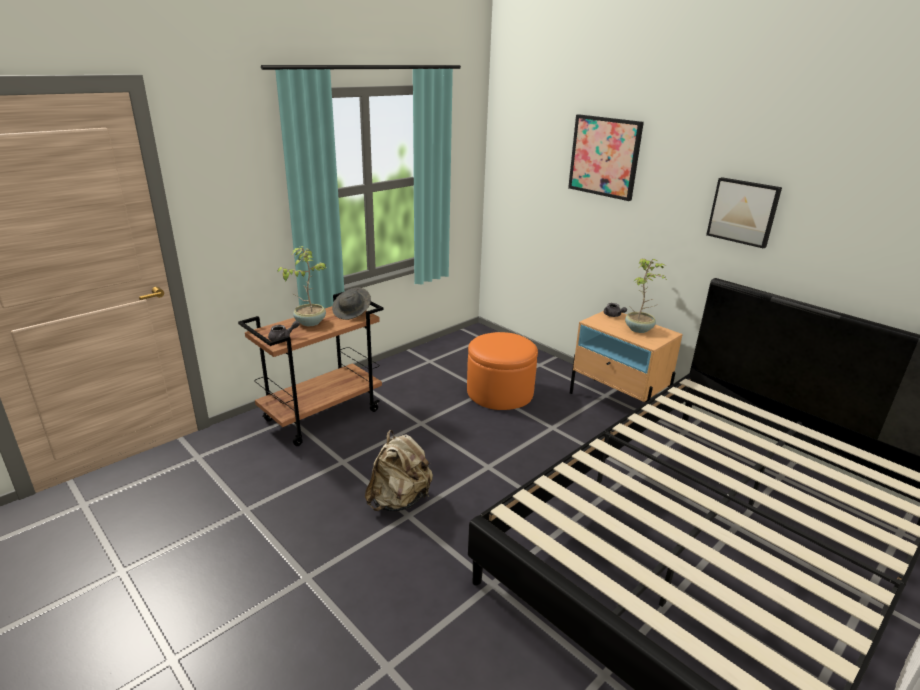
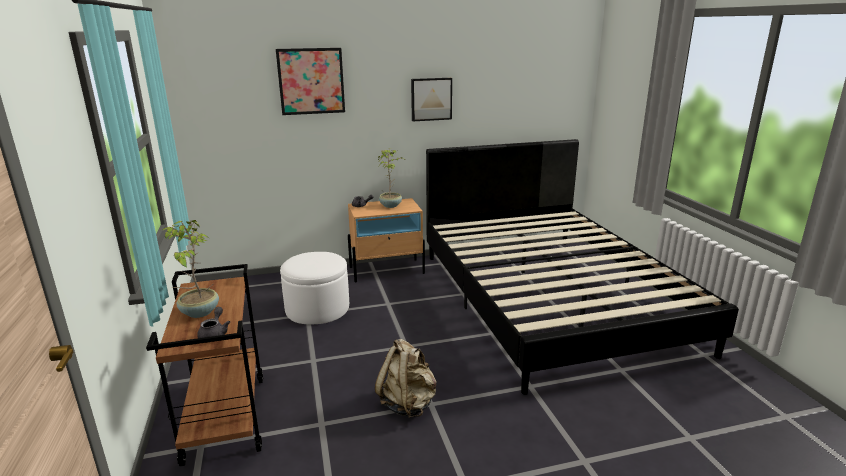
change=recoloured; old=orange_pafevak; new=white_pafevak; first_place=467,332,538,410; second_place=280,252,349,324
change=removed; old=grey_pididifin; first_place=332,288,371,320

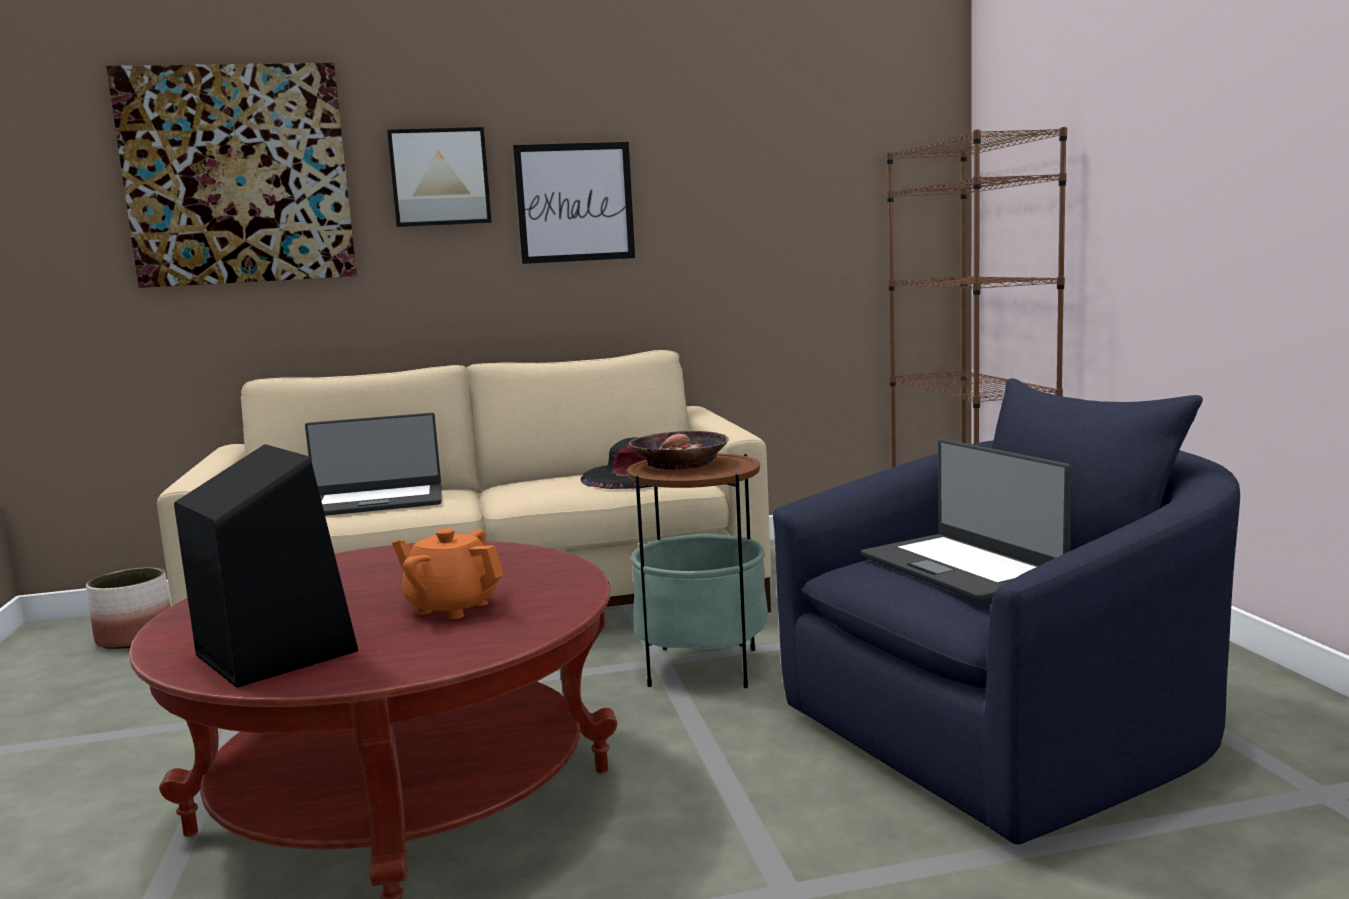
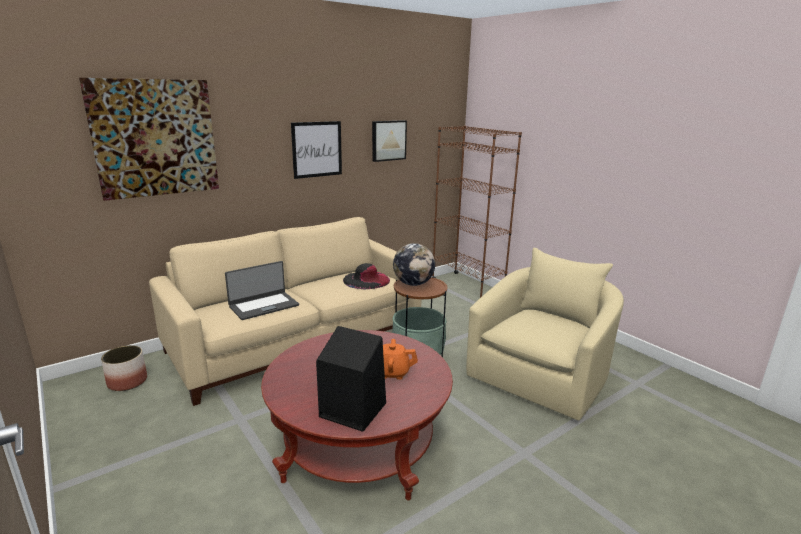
change=moved; old=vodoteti; first_place=387,127,491,227; second_place=372,120,407,162
change=replaced; old=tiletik; new=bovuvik; first_place=628,431,729,470; second_place=393,243,435,286
change=recoloured; old=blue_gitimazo; new=beige_gitimazo; first_place=773,378,1240,844; second_place=466,248,624,421
change=removed; old=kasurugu; first_place=861,439,1072,602

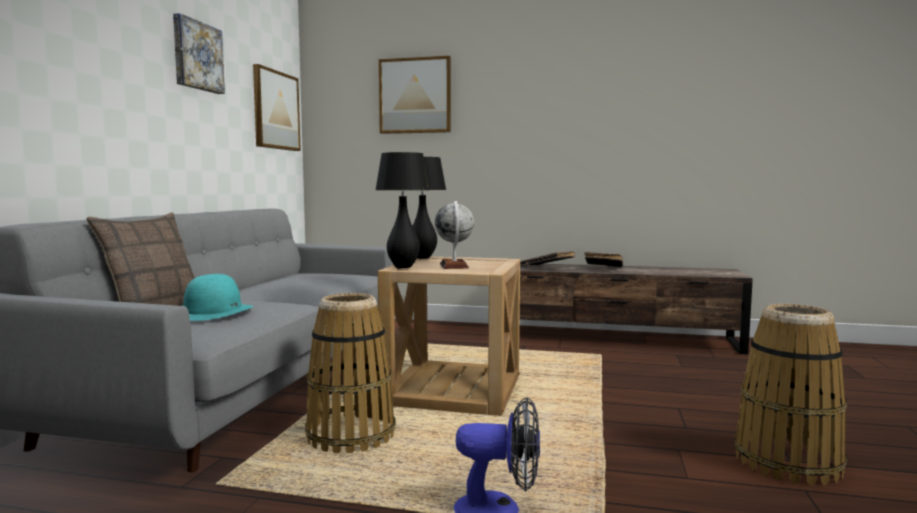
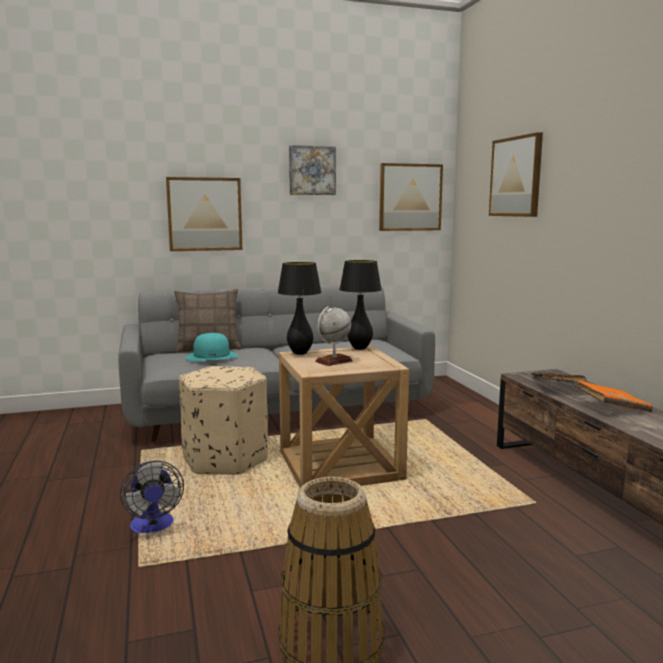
change=added; new=vodoteti; second_place=166,177,242,251
change=replaced; old=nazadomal; new=beige_pafevak; first_place=305,293,396,453; second_place=179,366,268,475
change=recoloured; old=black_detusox; new=orange_detusox; first_place=584,252,623,267; second_place=573,379,653,412

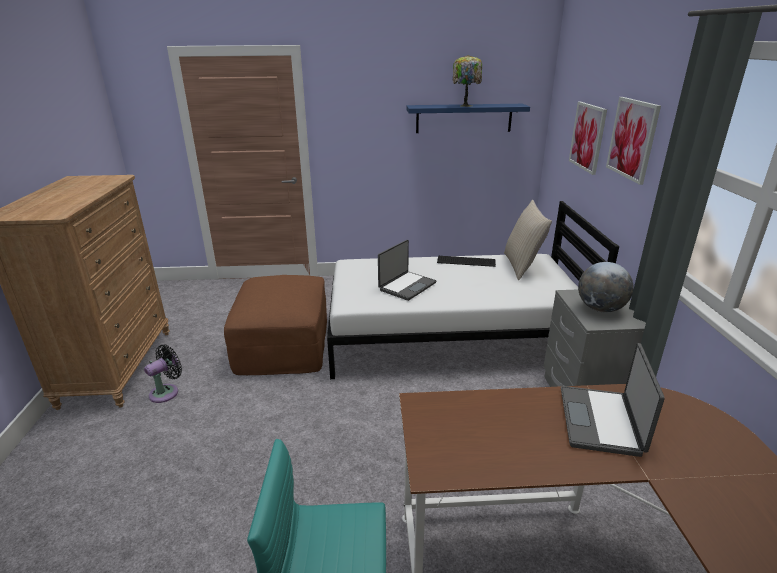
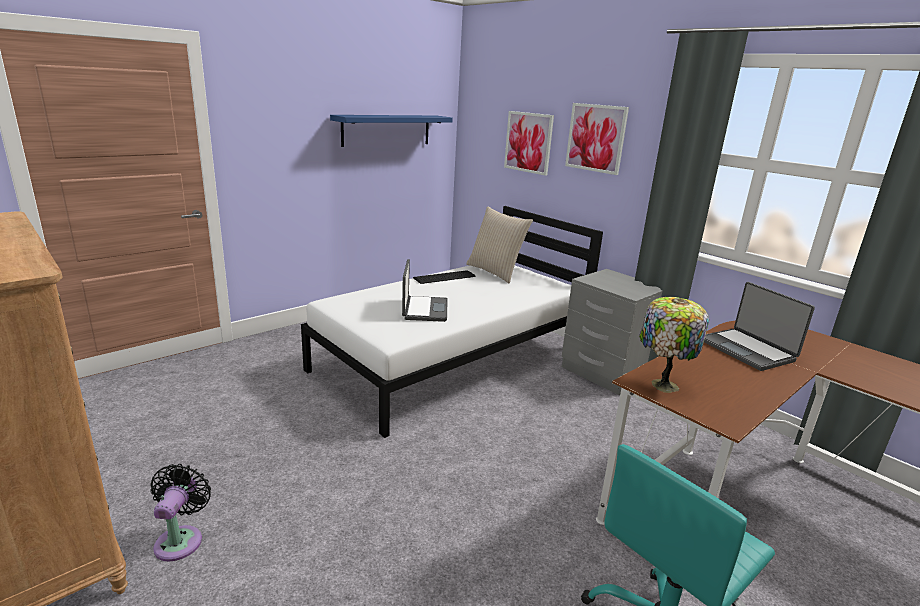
change=moved; old=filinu; first_place=453,55,482,107; second_place=639,297,709,393
change=removed; old=brown_pafevak; first_place=224,275,327,375
change=removed; old=bovuvik; first_place=578,262,634,312

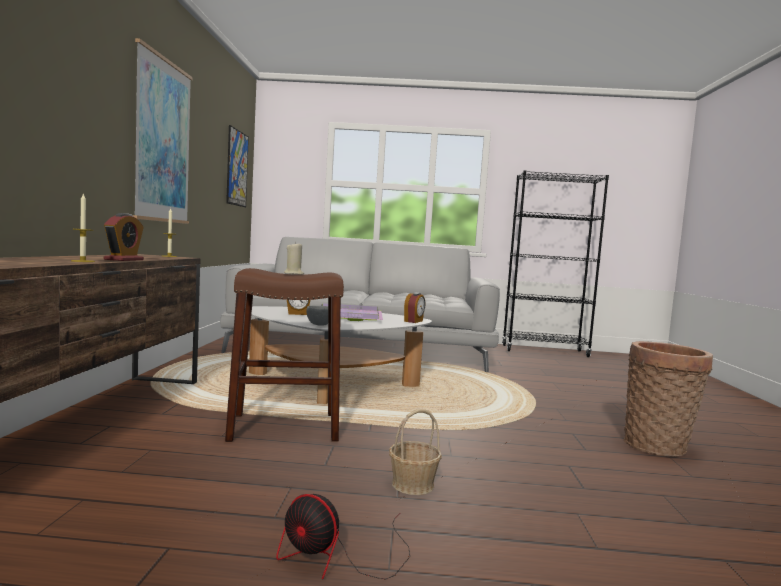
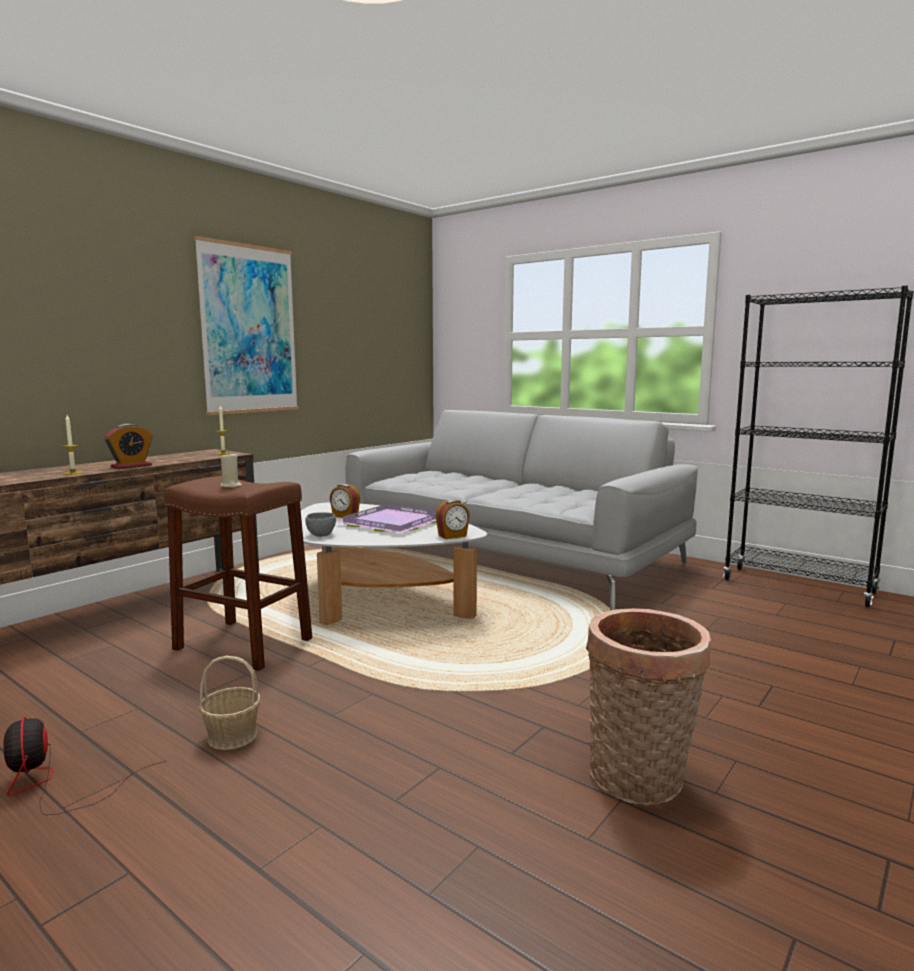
change=removed; old=vodoteti; first_place=226,125,249,207

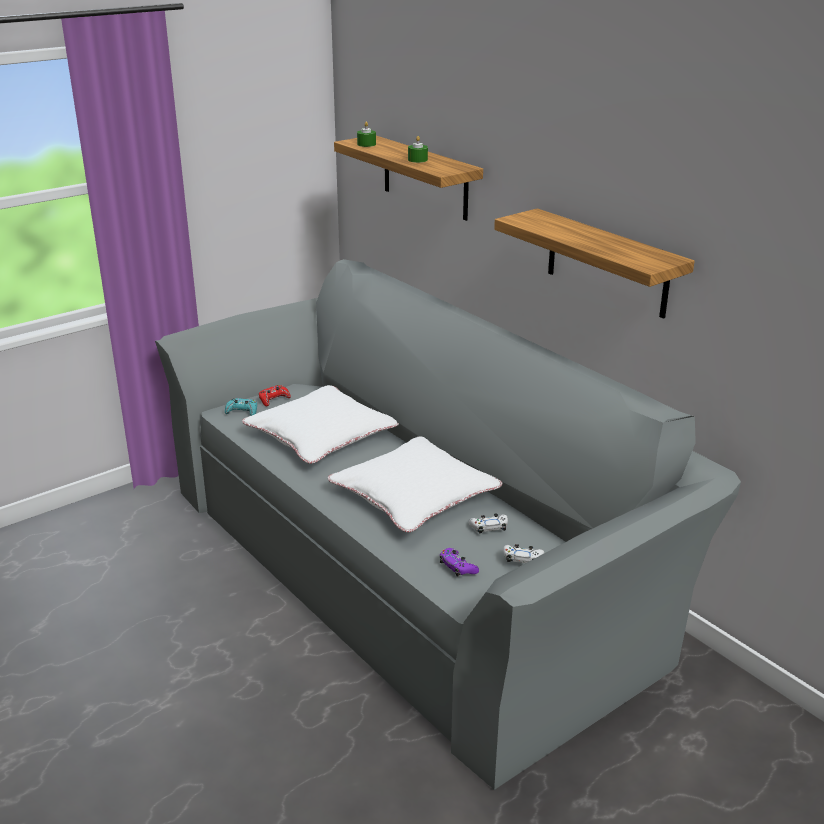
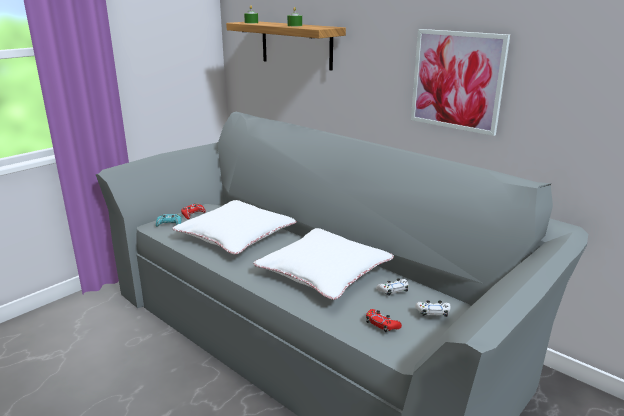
change=recoloured; old=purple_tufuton; new=red_tufuton; first_place=440,548,479,577; second_place=366,309,402,333
change=replaced; old=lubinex; new=vodoteti; first_place=494,208,695,319; second_place=411,29,510,136

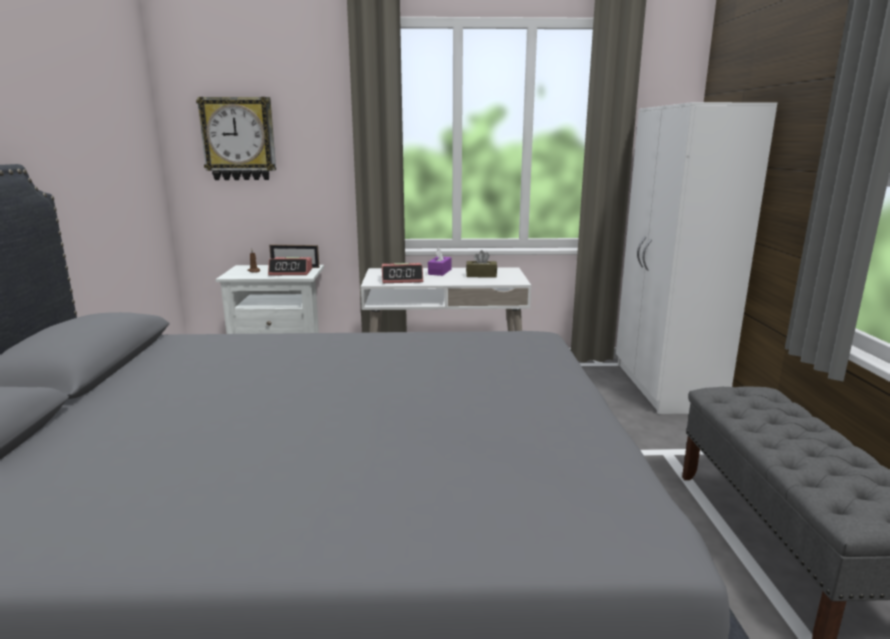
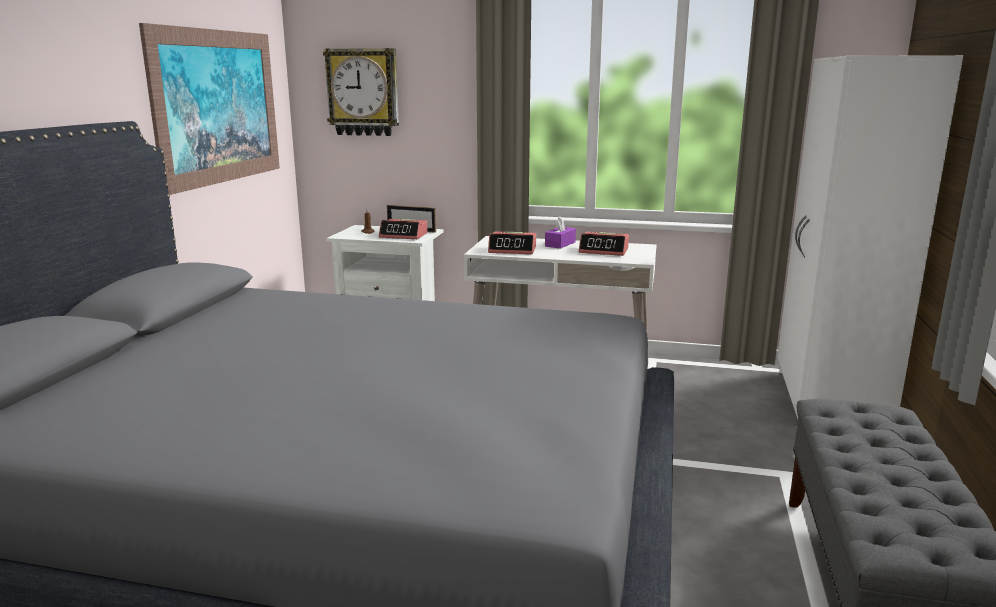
change=added; new=vodoteti; second_place=139,23,280,195
change=replaced; old=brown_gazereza; new=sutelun; first_place=466,250,497,278; second_place=579,232,629,256

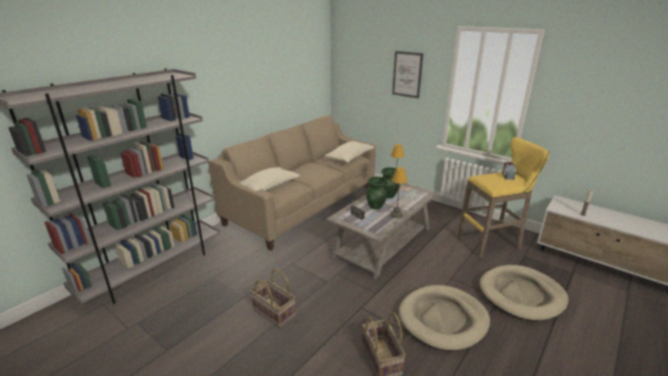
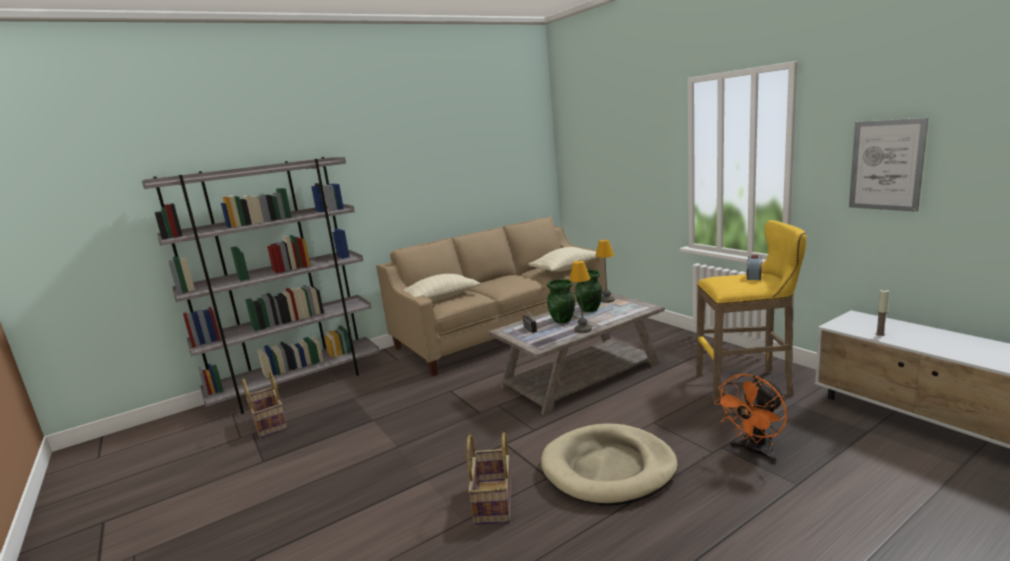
change=moved; old=nazadomal; first_place=250,269,296,328; second_place=242,371,287,438
change=replaced; old=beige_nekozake; new=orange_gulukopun; first_place=479,265,569,321; second_place=714,374,787,463
change=moved; old=vodoteti; first_place=392,51,423,99; second_place=849,118,928,212

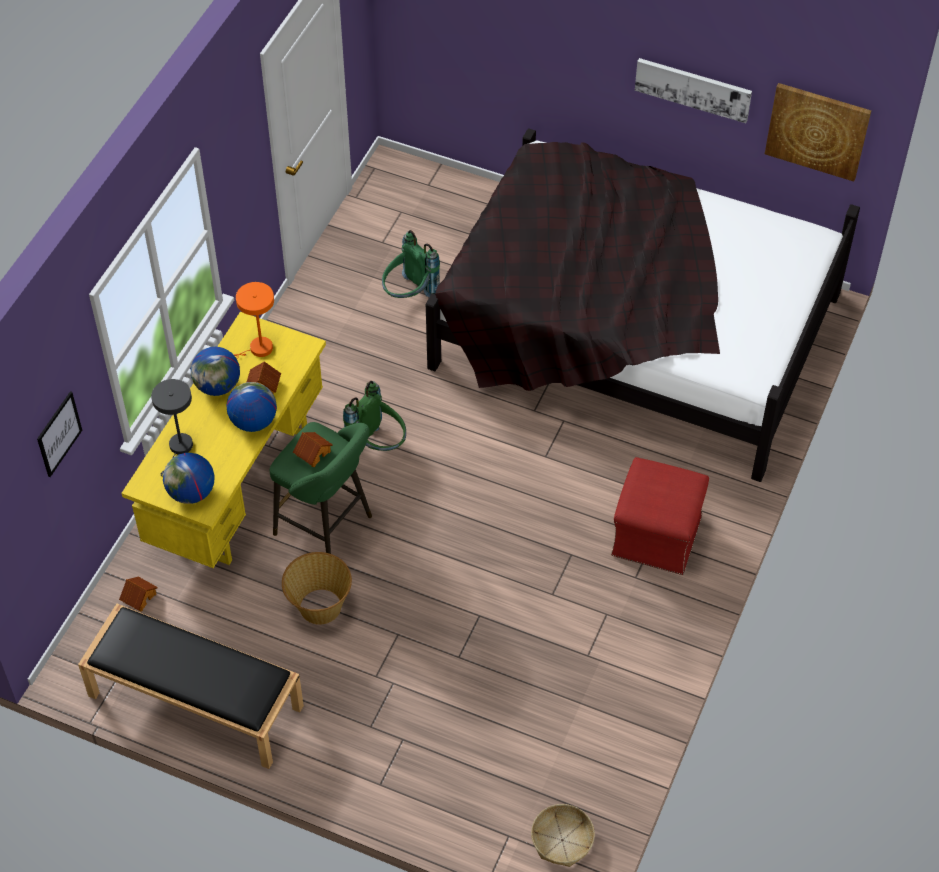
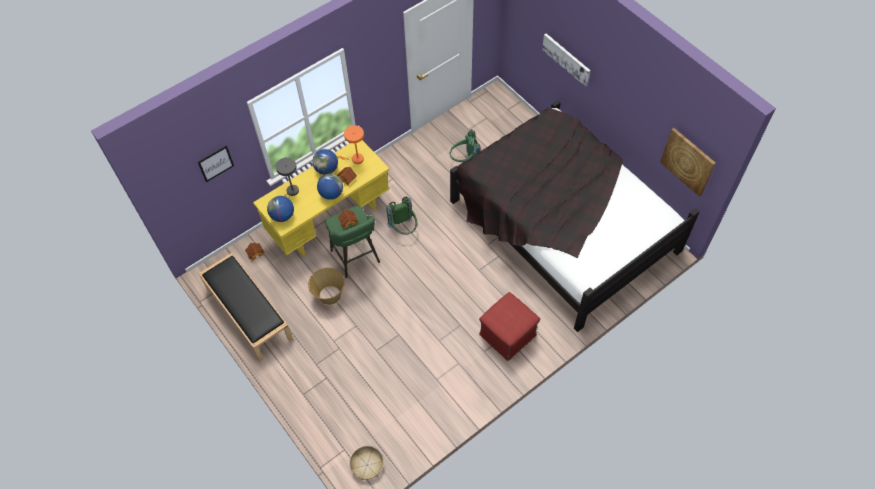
change=moved; old=vodoteti; first_place=635,58,752,123; second_place=542,34,591,87

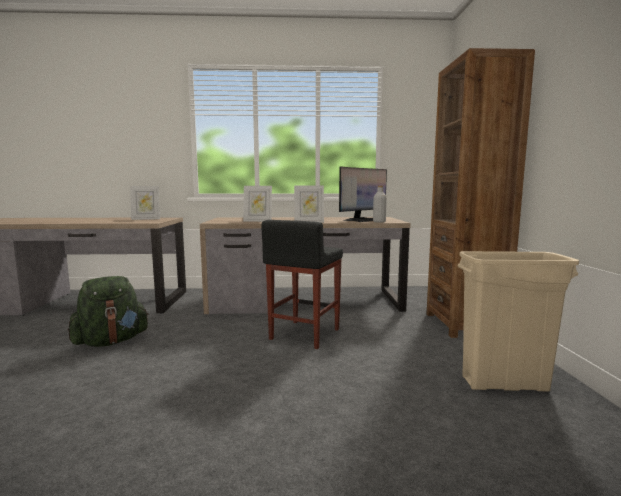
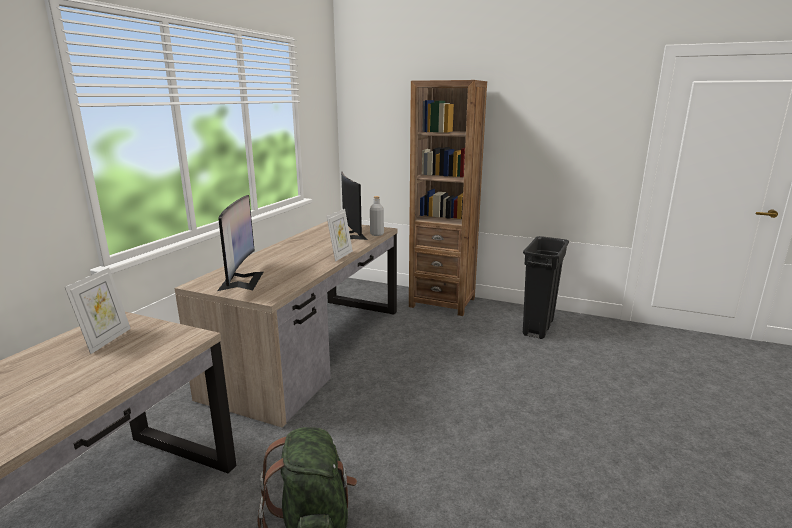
change=added; new=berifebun; second_place=217,195,263,291
change=recoloured; old=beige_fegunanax; new=black_fegunanax; first_place=458,251,579,391; second_place=523,236,569,339
change=removed; old=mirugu; first_place=243,186,272,222
change=removed; old=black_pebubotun; first_place=261,220,343,349

